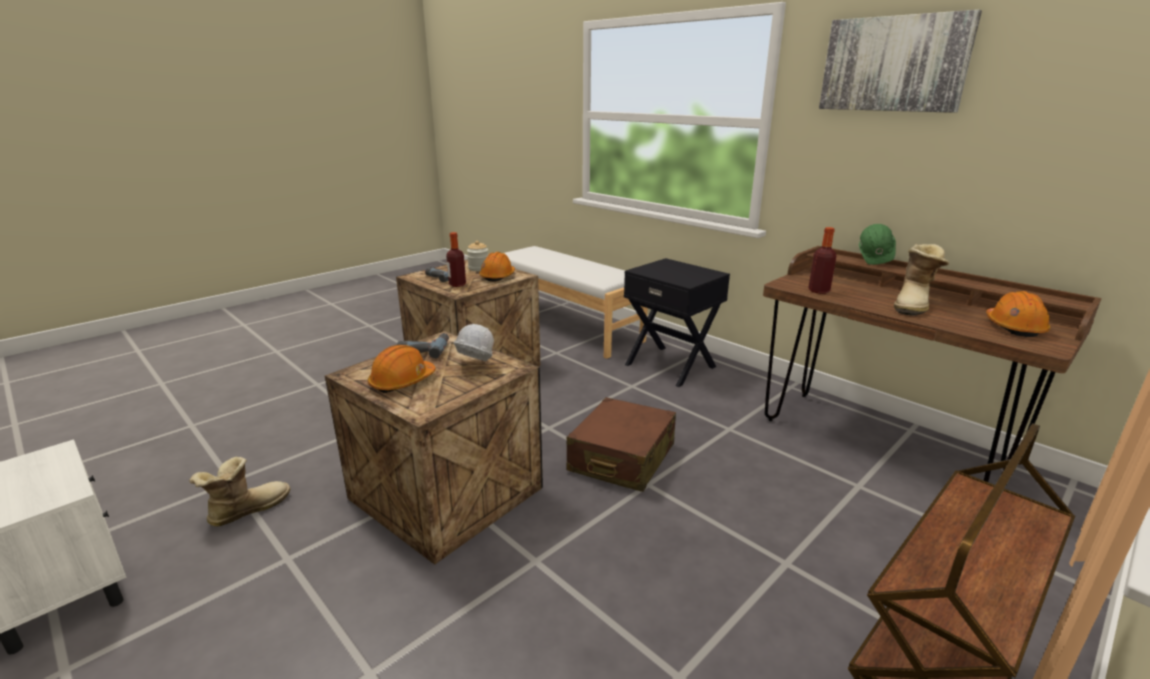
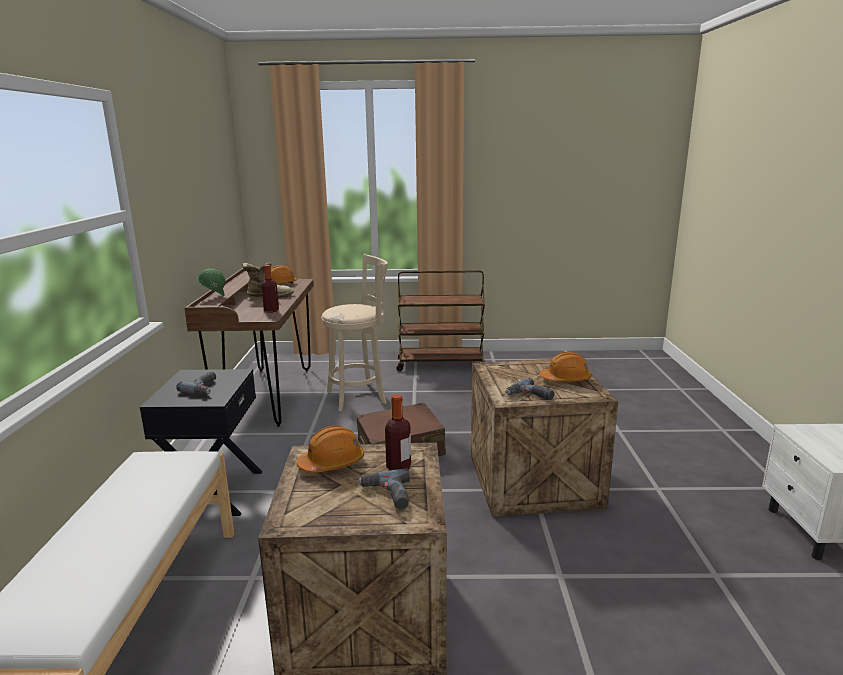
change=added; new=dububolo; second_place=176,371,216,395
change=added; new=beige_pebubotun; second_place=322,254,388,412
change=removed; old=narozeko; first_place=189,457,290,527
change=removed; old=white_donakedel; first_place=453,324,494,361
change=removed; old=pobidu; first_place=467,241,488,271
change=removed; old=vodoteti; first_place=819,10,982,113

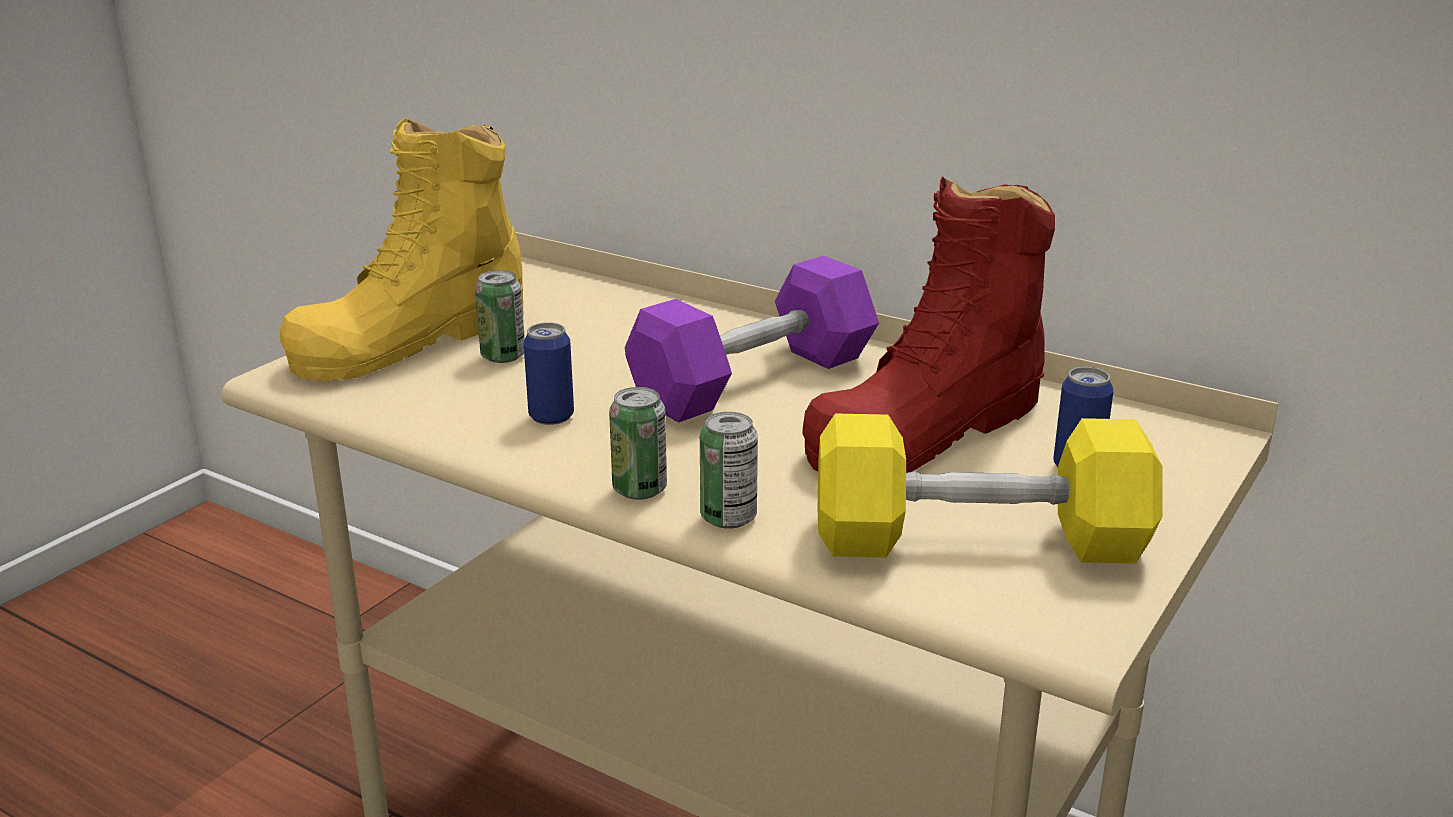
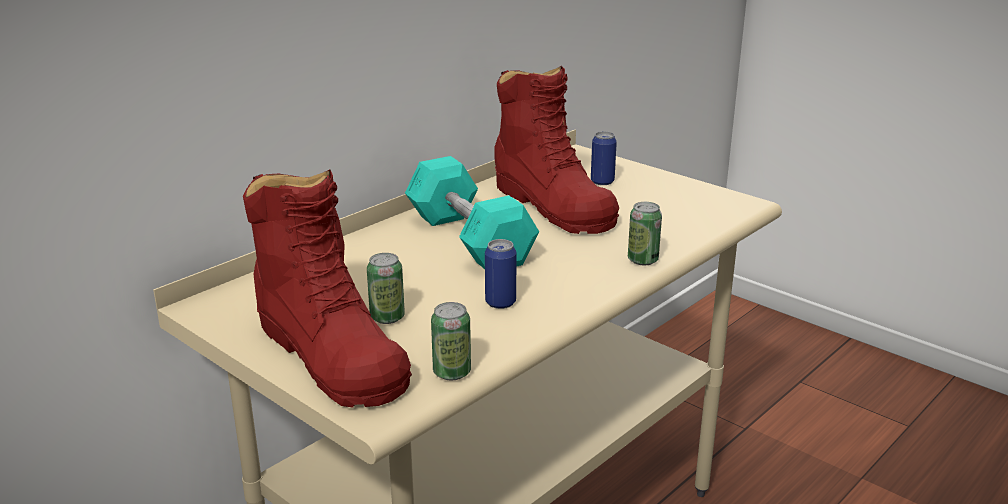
change=recoloured; old=yellow_narozeko; new=red_narozeko; first_place=280,118,523,381; second_place=243,170,412,408
change=recoloured; old=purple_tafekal; new=turquoise_tafekal; first_place=625,256,879,423; second_place=405,156,539,269
change=moved; old=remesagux; first_place=609,387,667,500; second_place=431,302,471,380
change=removed; old=yellow_tafekal; first_place=818,414,1163,564

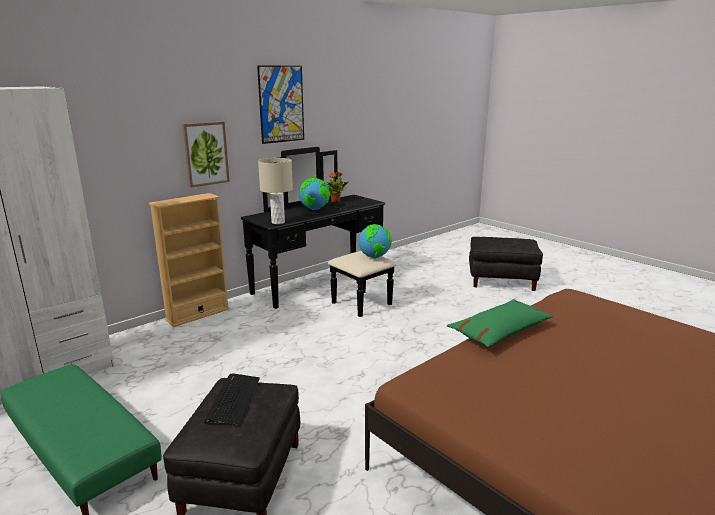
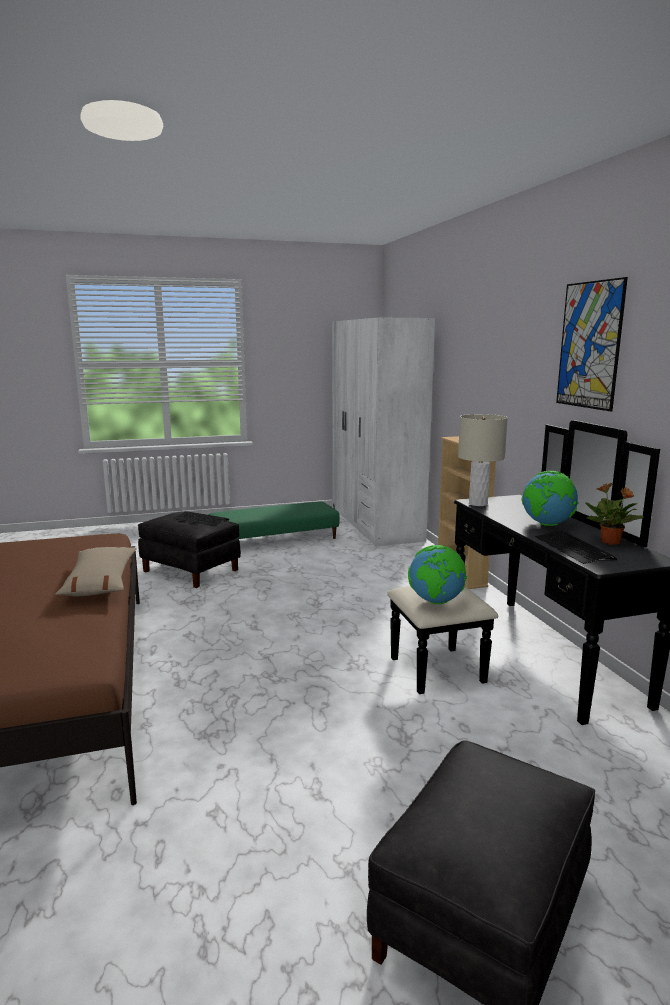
change=recoloured; old=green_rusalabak; new=beige_rusalabak; first_place=447,299,553,347; second_place=56,547,137,596
change=removed; old=vodoteti; first_place=182,121,230,188

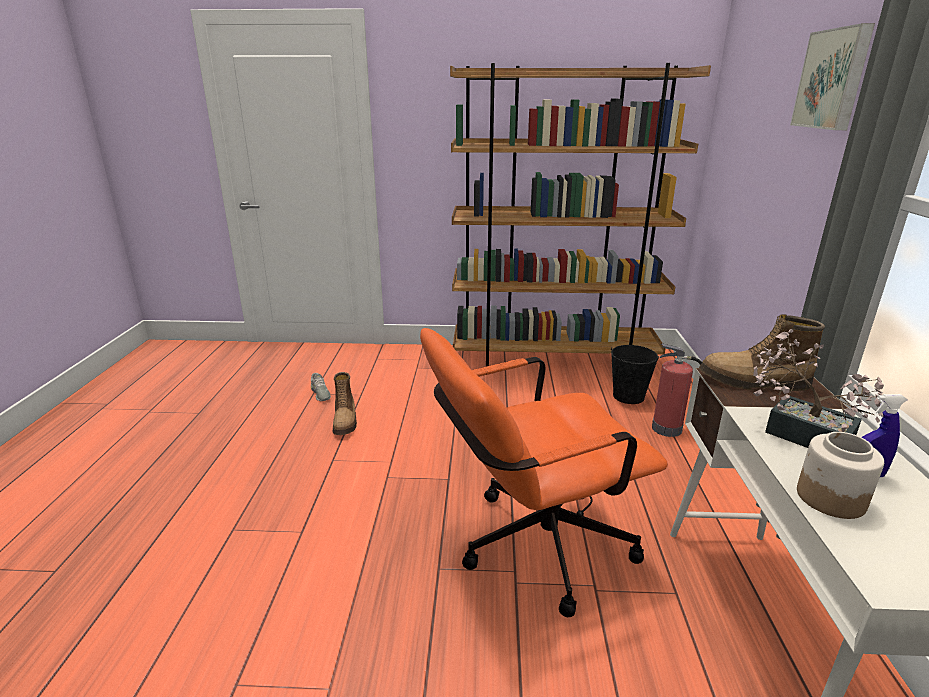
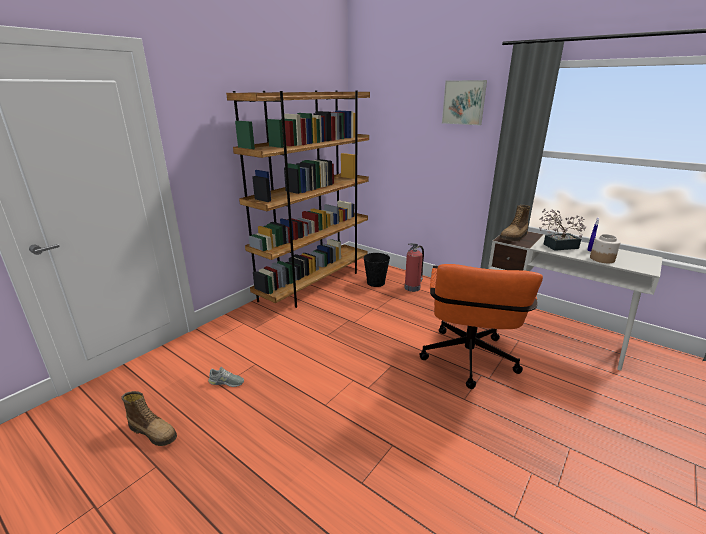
change=moved; old=narozeko; first_place=333,372,357,435; second_place=121,391,177,446

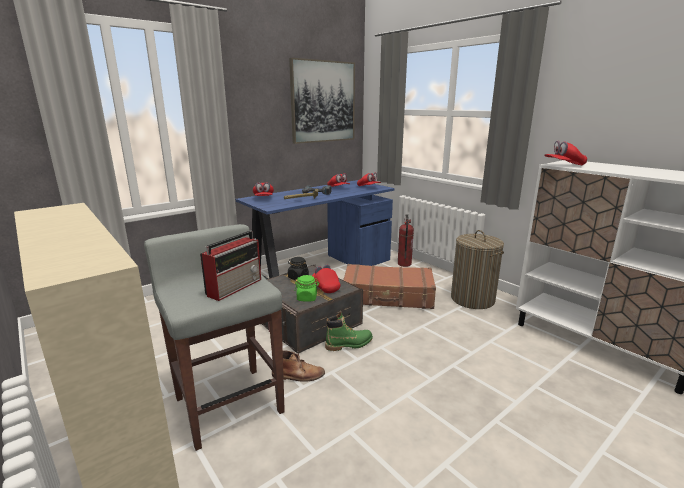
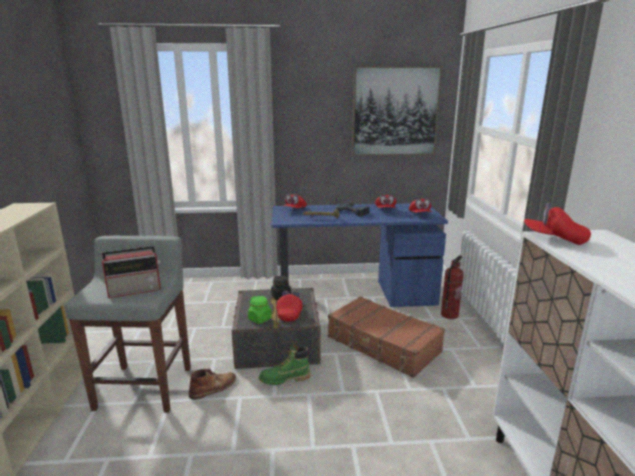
change=turned; old=brown_narozeko; first_place=272,350,325,382; second_place=188,368,236,400; degrees=-75
change=turned; old=green_narozeko; first_place=325,312,373,351; second_place=259,344,311,385; degrees=150
change=removed; old=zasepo; first_place=451,230,504,309

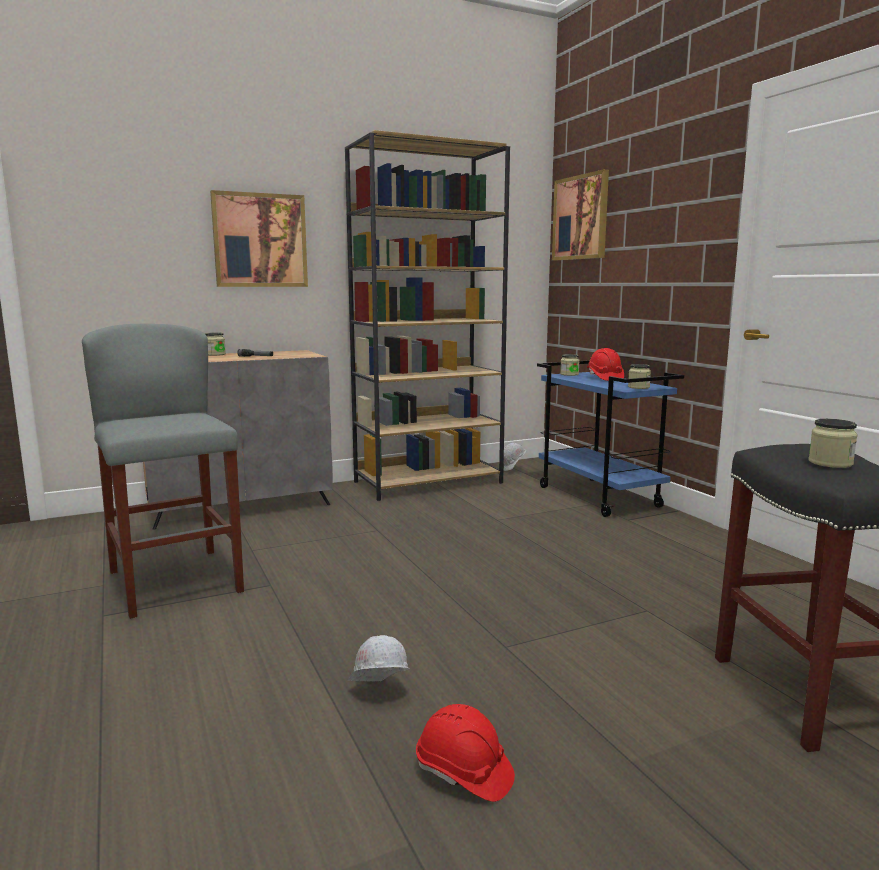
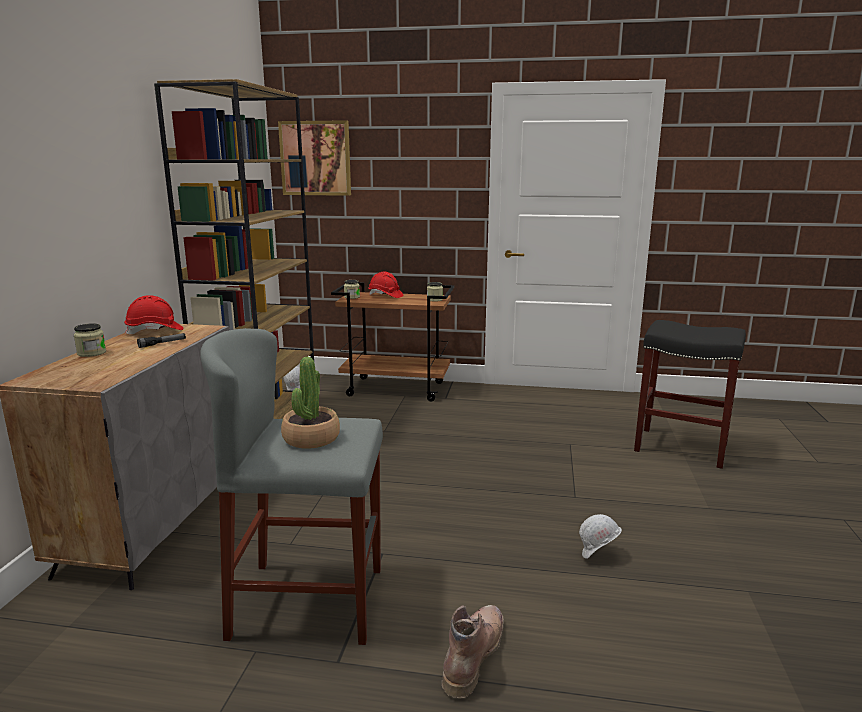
change=moved; old=red_donakedel; first_place=416,704,515,802; second_place=124,295,183,335
change=added; new=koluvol; second_place=281,357,340,449
change=recoloured; old=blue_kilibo; new=brown_kilibo; first_place=537,360,684,517; second_place=331,282,454,402
change=added; new=brown_narozeko; second_place=442,605,504,698
change=removed; old=vodoteti; first_place=210,190,308,287
change=removed; old=pobidu; first_place=809,419,858,468

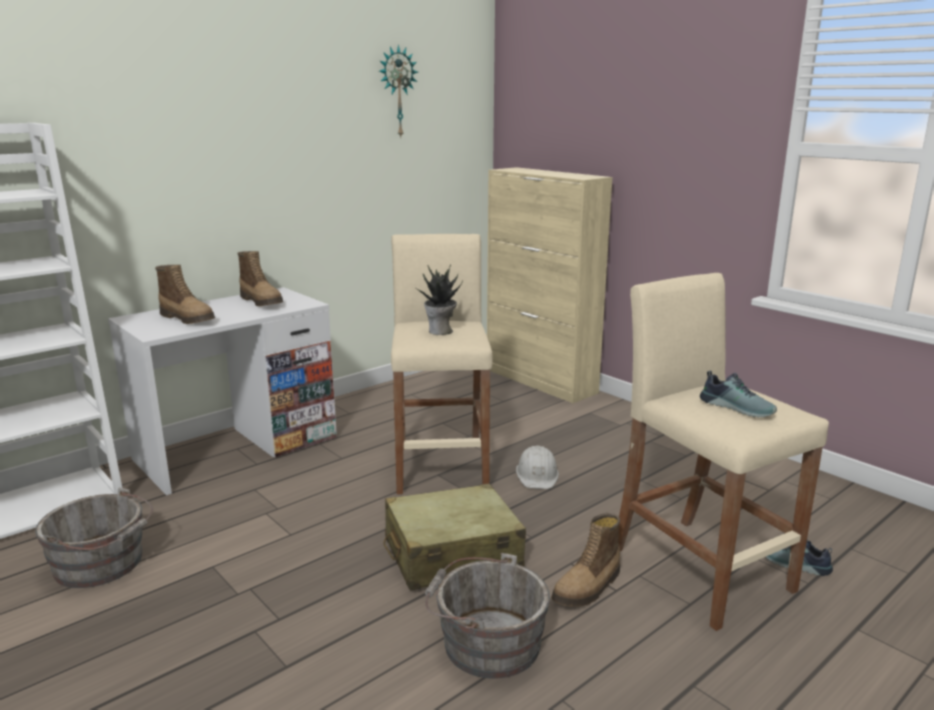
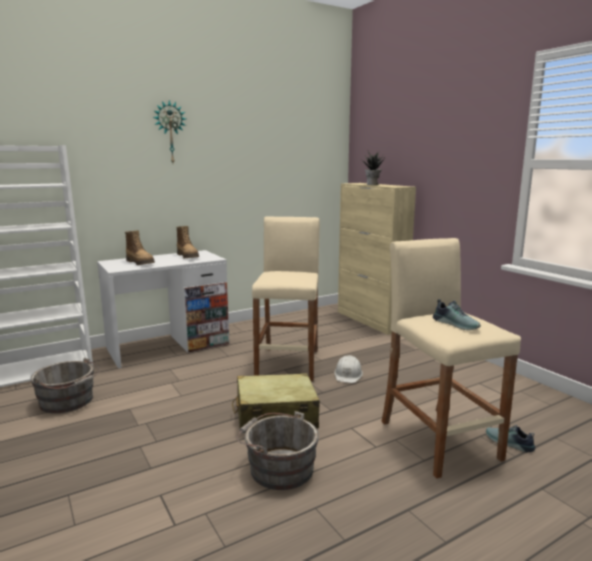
change=moved; old=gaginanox; first_place=379,45,418,137; second_place=153,100,186,163
change=moved; old=koluvol; first_place=416,264,463,335; second_place=361,150,385,185
change=removed; old=narozeko; first_place=551,513,620,607

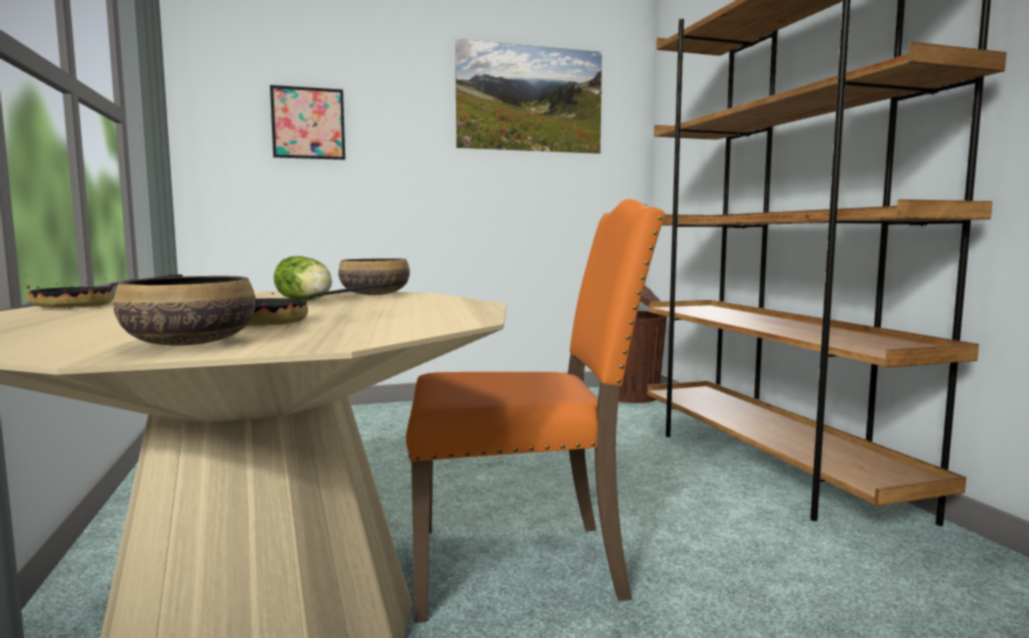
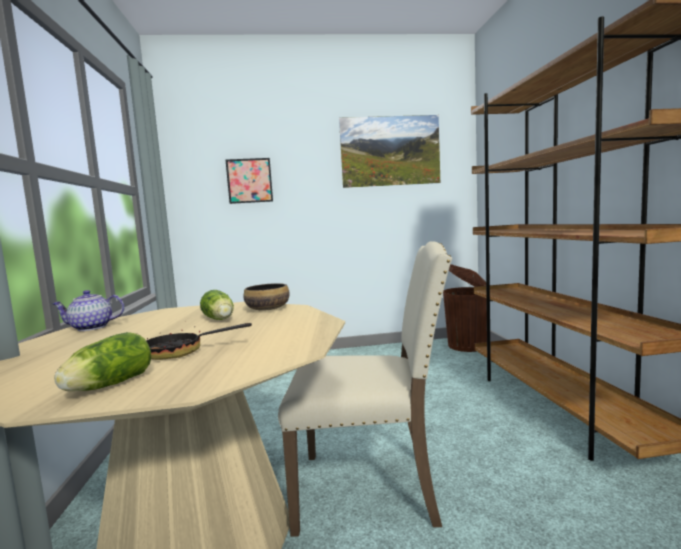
change=replaced; old=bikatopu; new=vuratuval; first_place=26,274,183,308; second_place=52,290,124,331
change=replaced; old=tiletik; new=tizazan; first_place=113,276,256,346; second_place=54,332,151,392
change=recoloured; old=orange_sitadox; new=beige_sitadox; first_place=406,199,666,623; second_place=278,241,452,537

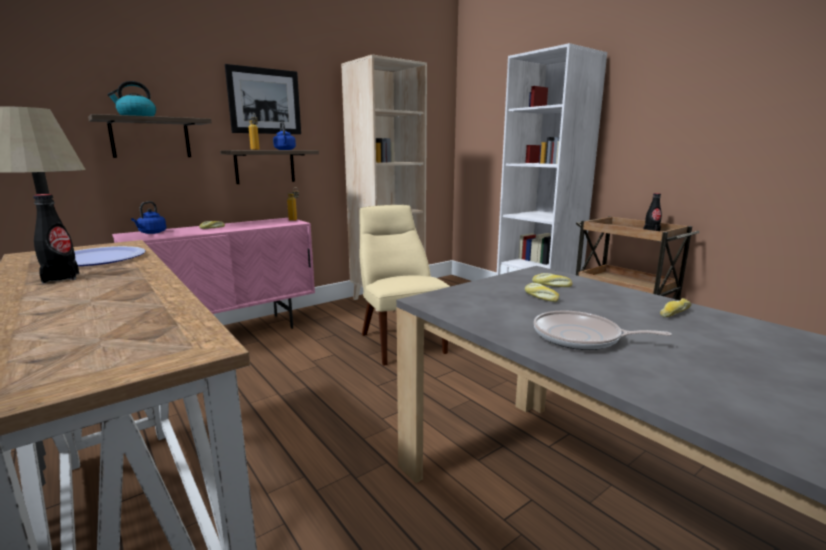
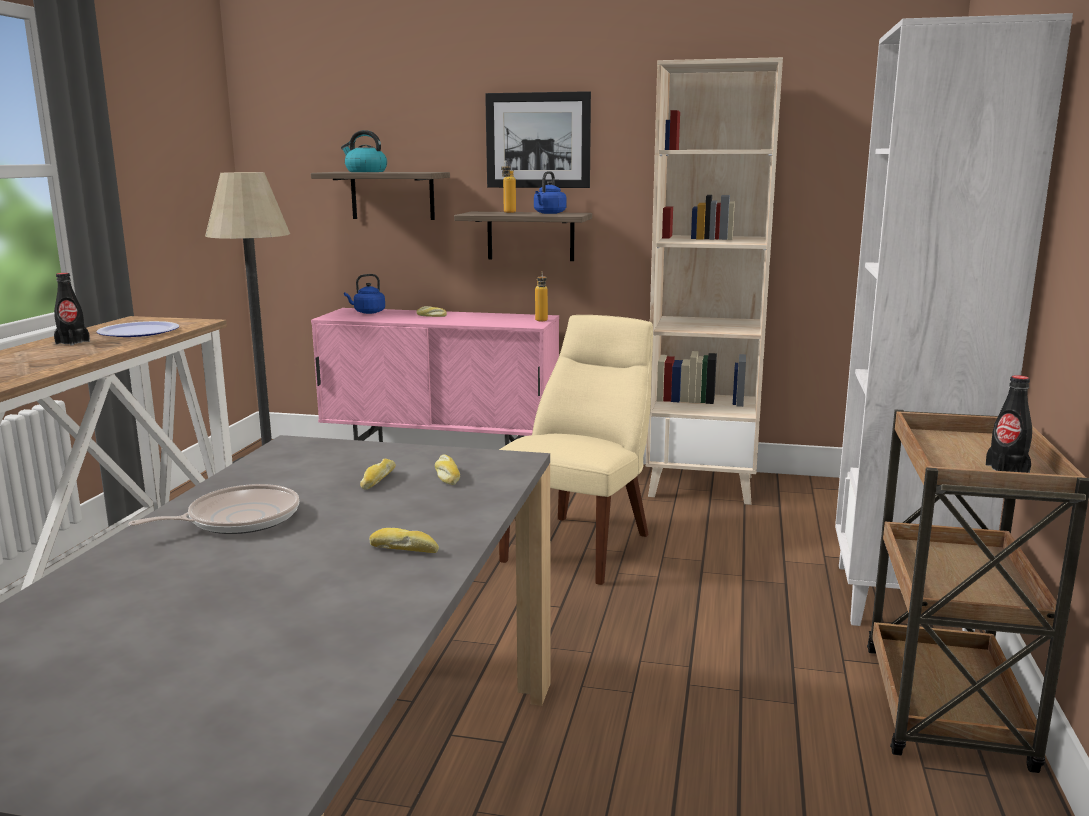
change=turned; old=bikatopu; first_place=534,310,672,350; second_place=128,484,299,534; degrees=75

